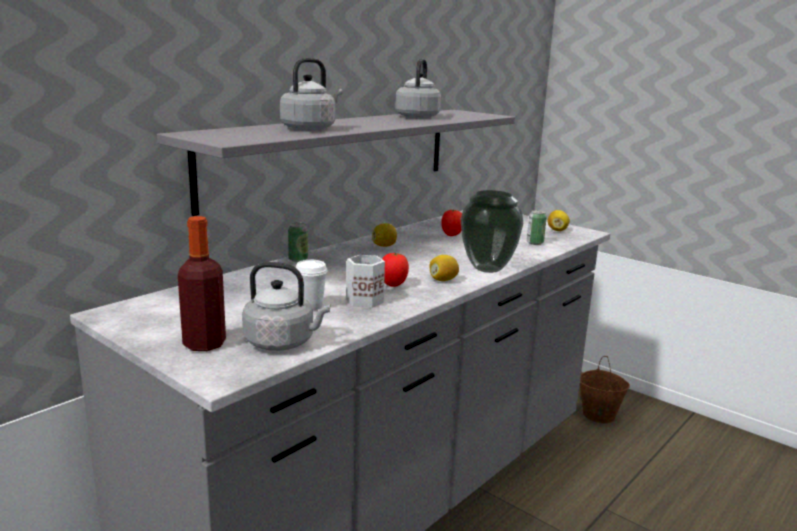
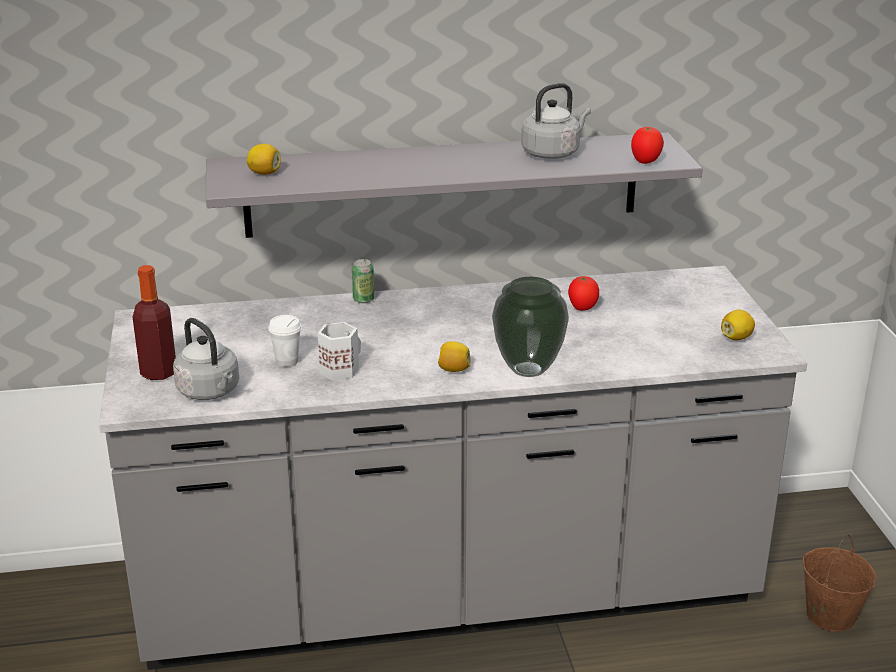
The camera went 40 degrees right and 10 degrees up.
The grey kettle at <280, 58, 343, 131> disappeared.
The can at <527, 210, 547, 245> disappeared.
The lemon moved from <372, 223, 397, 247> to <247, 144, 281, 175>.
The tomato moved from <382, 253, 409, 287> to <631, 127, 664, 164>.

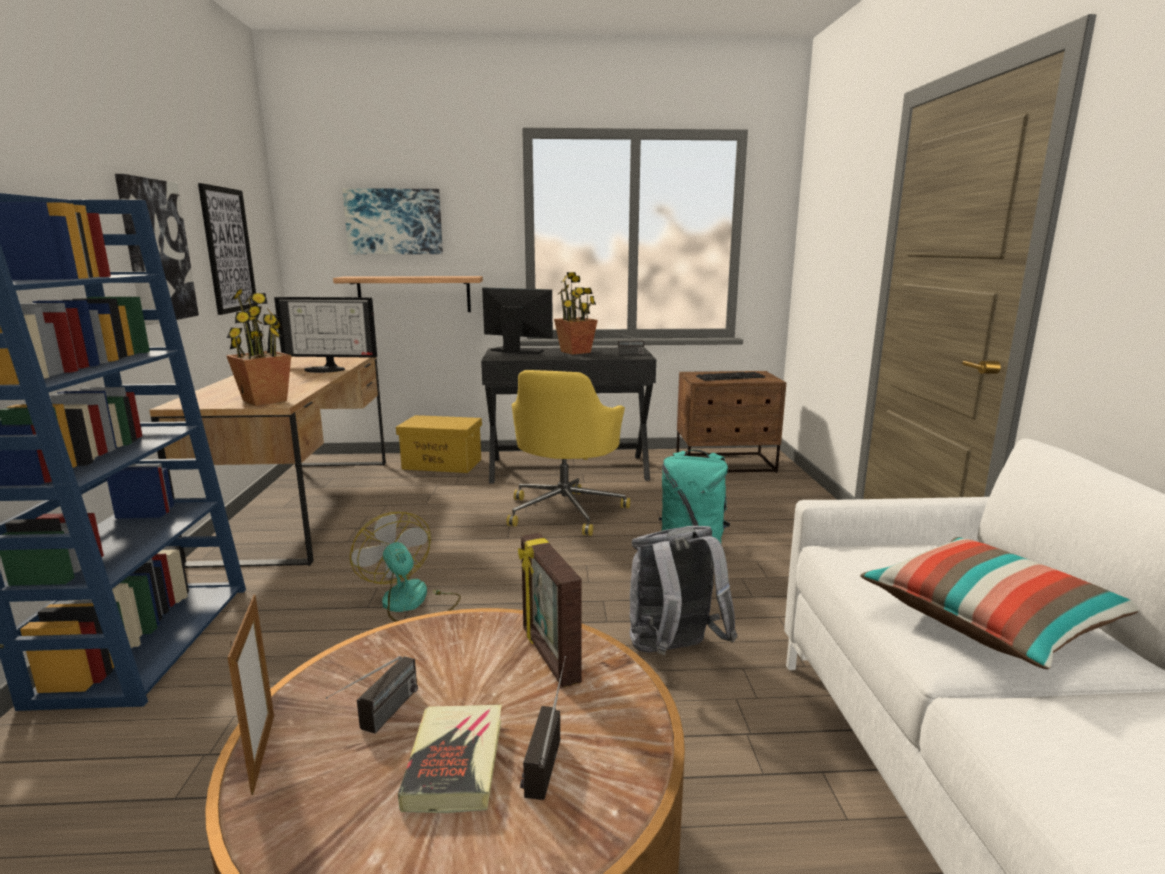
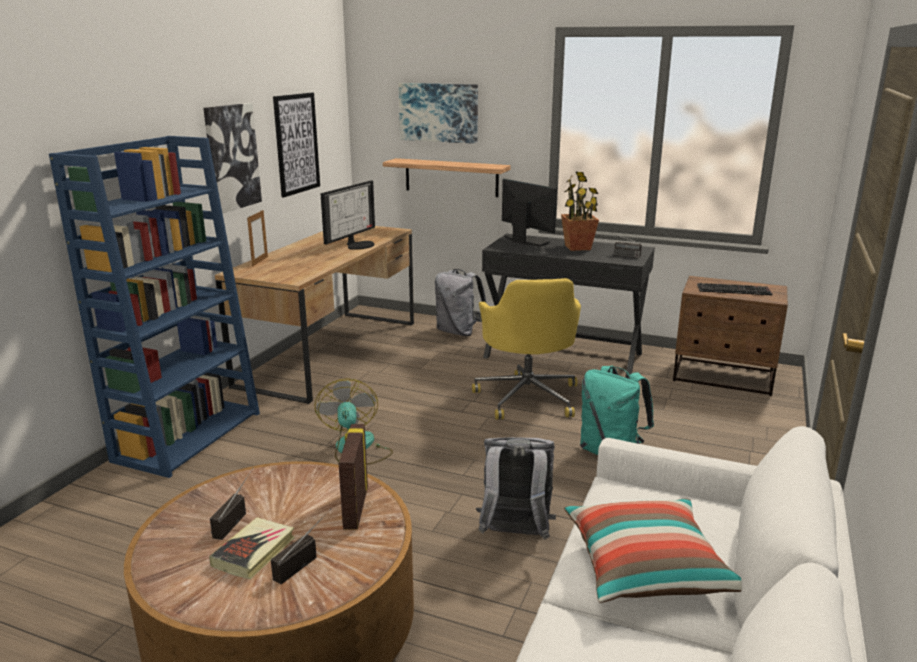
The camera went 25 degrees right and 5 degrees up.
The potted plant at <226, 289, 291, 406> disappeared.
The monitor at <274, 297, 377, 373> turned 90 degrees counterclockwise.
The yellow office chair at <506, 370, 630, 536> turned 45 degrees counterclockwise.
The yellow storage box at <396, 415, 482, 473> was replaced by the grey backpack at <435, 269, 486, 336>.
The picture frame moved from <227, 595, 274, 795> to <247, 209, 268, 267>.
The radio at <326, 656, 418, 734> turned 150 degrees clockwise.

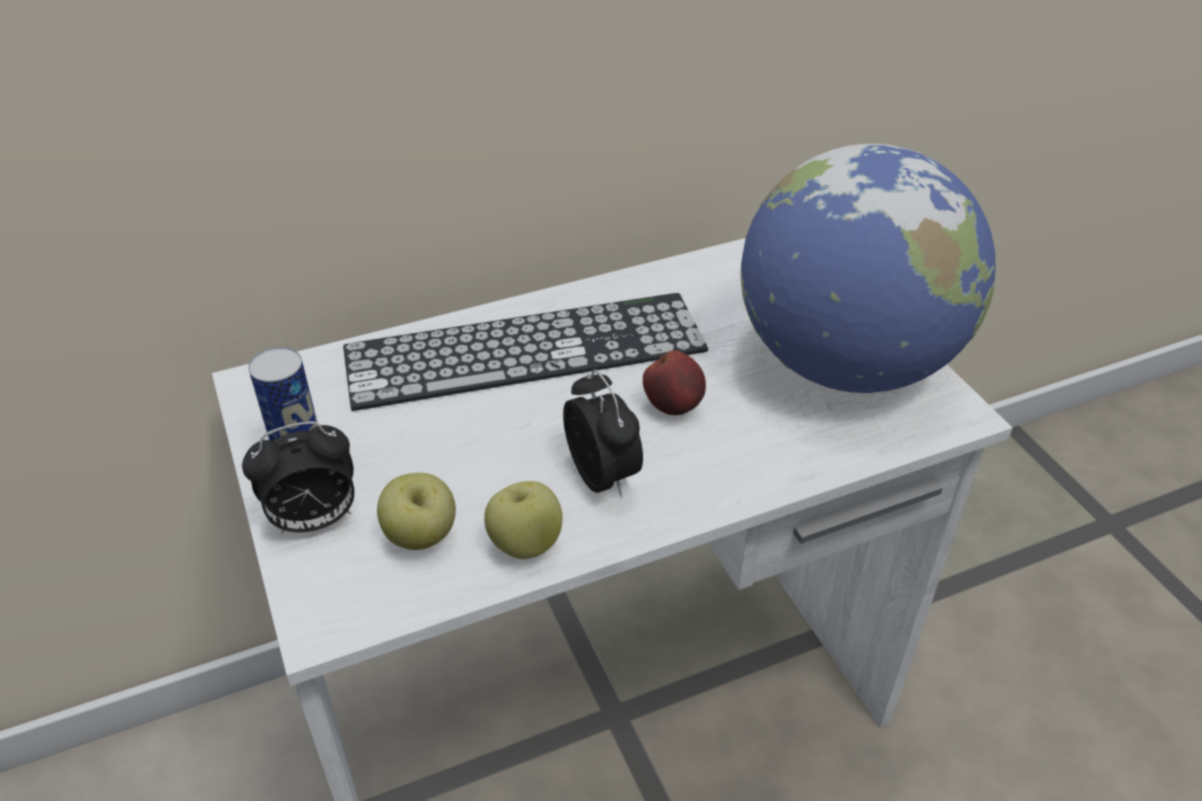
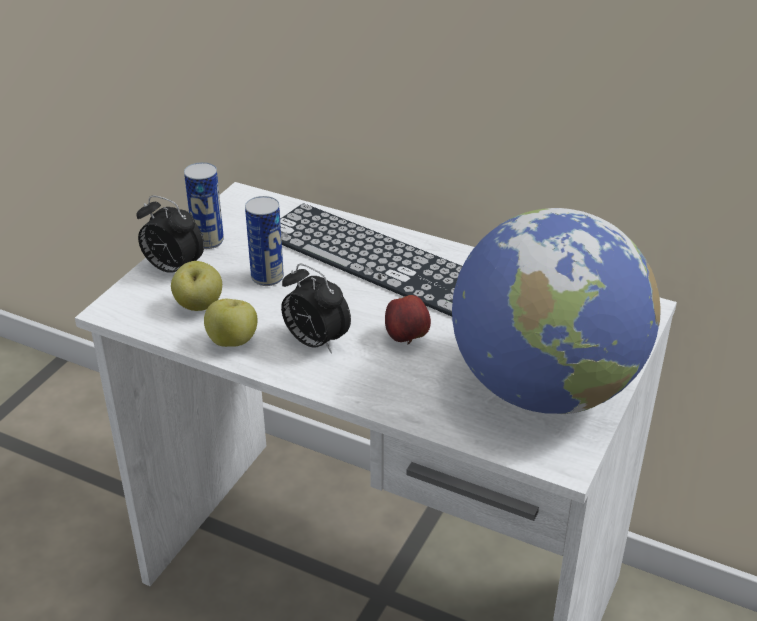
The camera went 50 degrees right and 5 degrees down.
The alarm clock at <563, 369, 643, 497> turned 105 degrees clockwise.
The can at <245, 196, 284, 286> appeared.

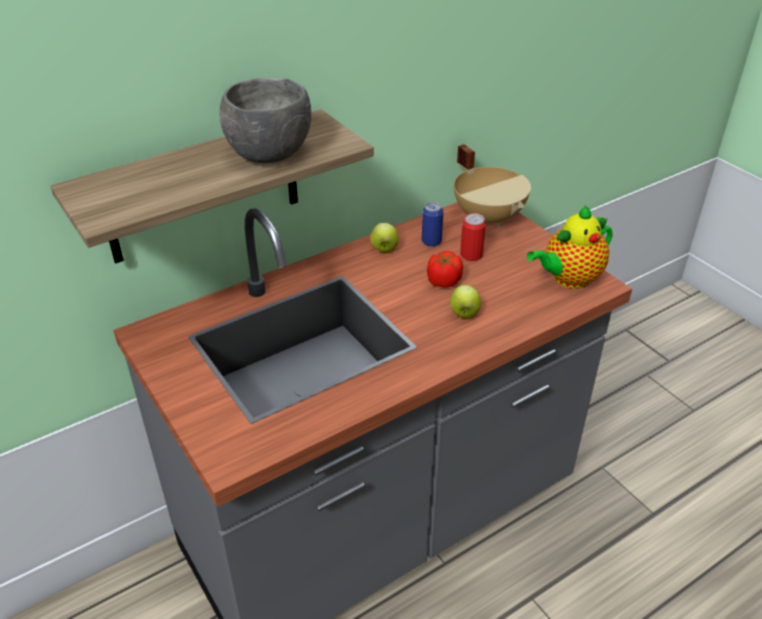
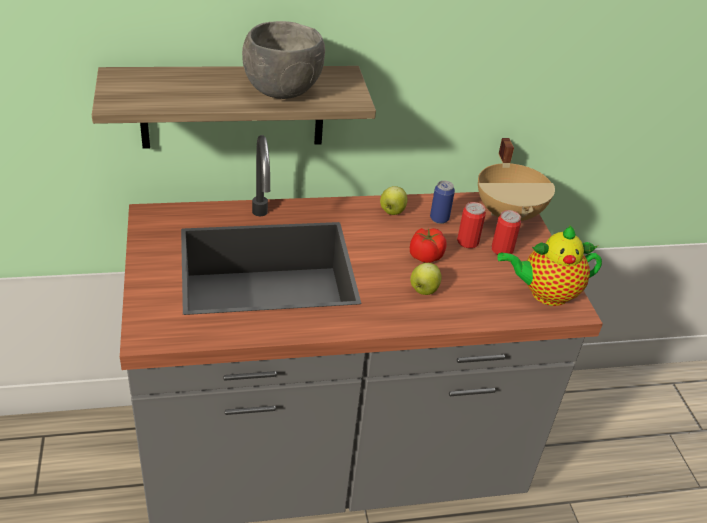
The camera went 20 degrees right and 0 degrees up.
The can at <491, 210, 521, 255> appeared.

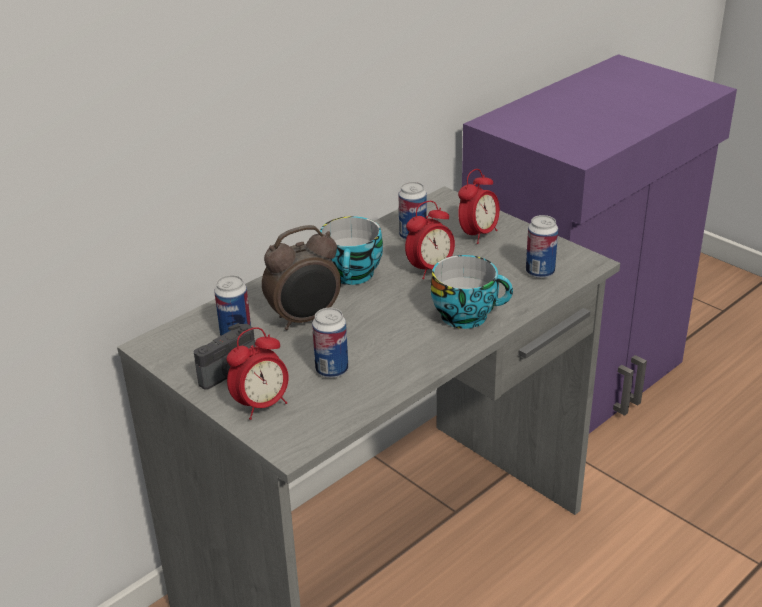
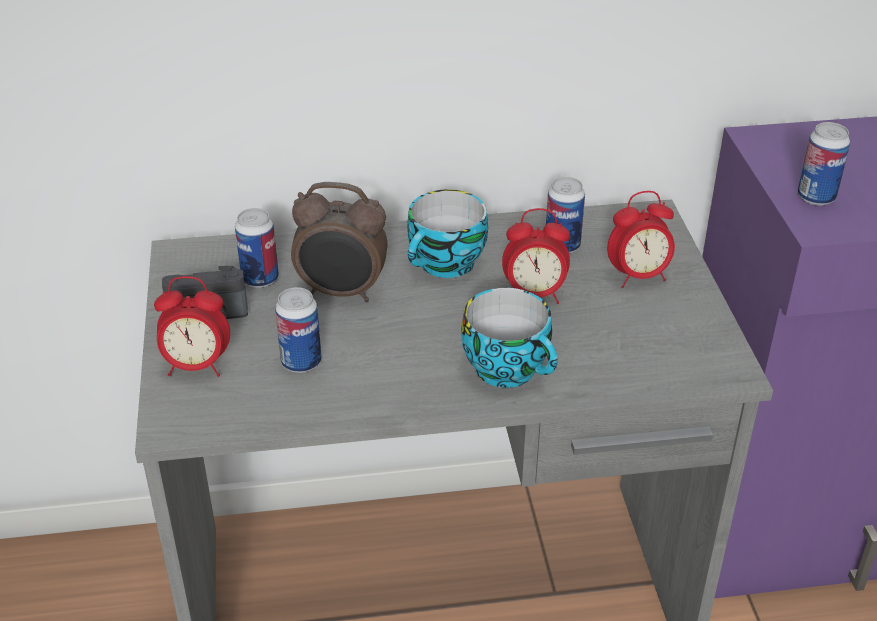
The camera went 35 degrees right and 5 degrees up.
The can moved from <526, 215, 558, 278> to <798, 122, 850, 206>.

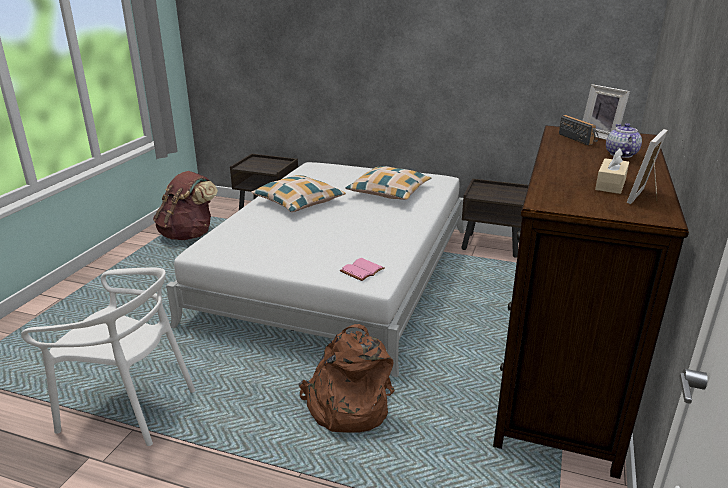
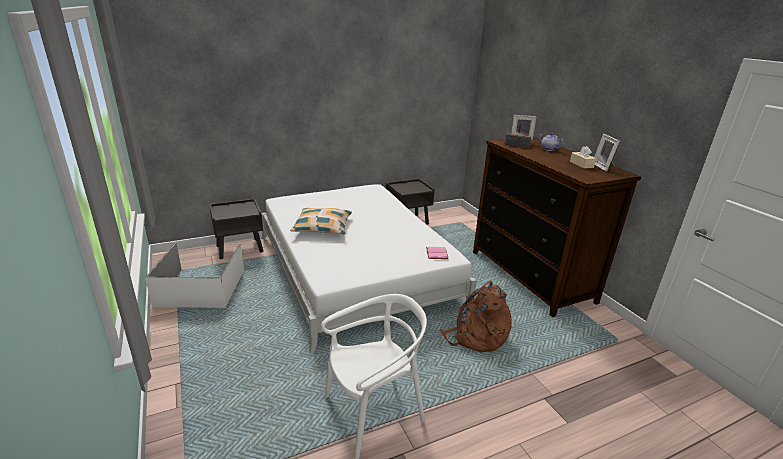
The camera went 45 degrees left and 0 degrees up.
The pillow at <345, 166, 431, 200> disappeared.
The brown backpack at <153, 171, 218, 240> was replaced by the white storage box at <145, 243, 244, 308>.

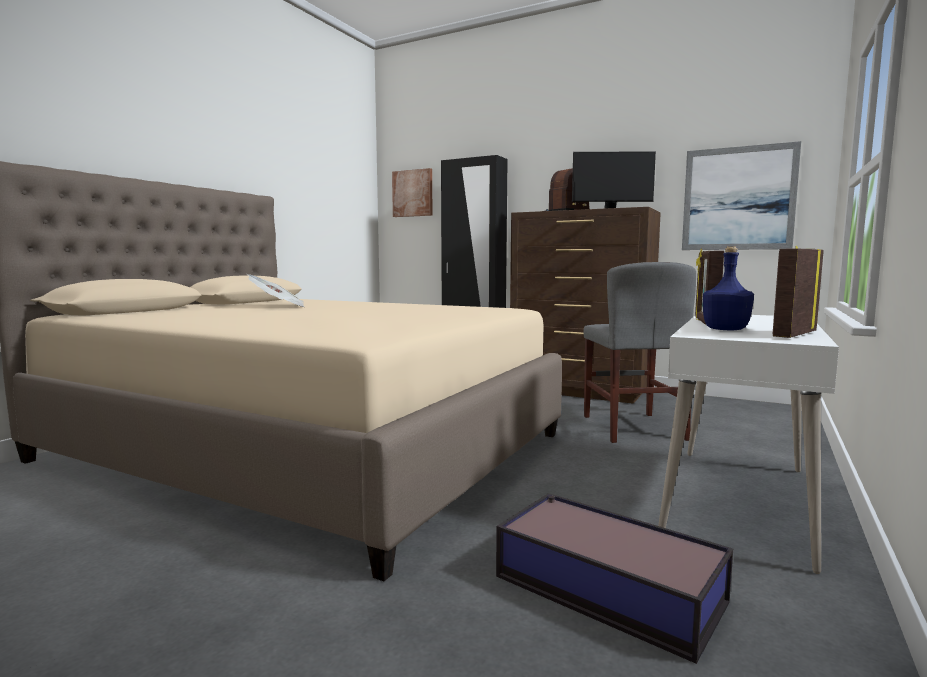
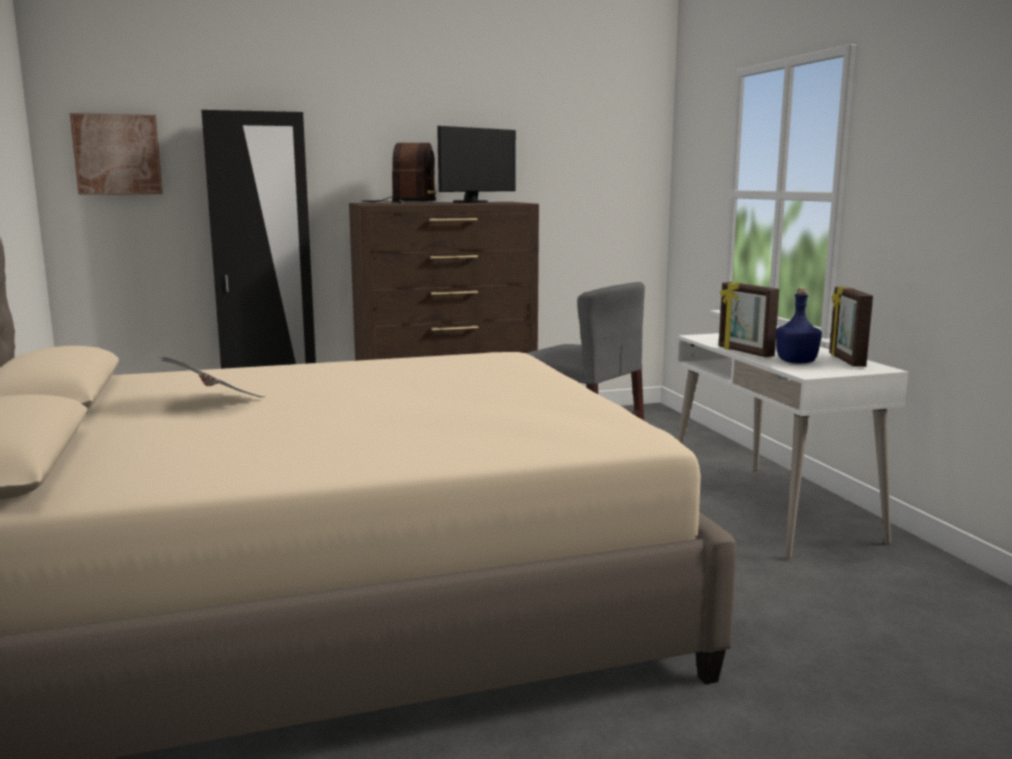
The camera went 45 degrees left and 5 degrees up.
The picture at <682, 141, 801, 250> disappeared.
The storage box at <496, 493, 733, 664> disappeared.

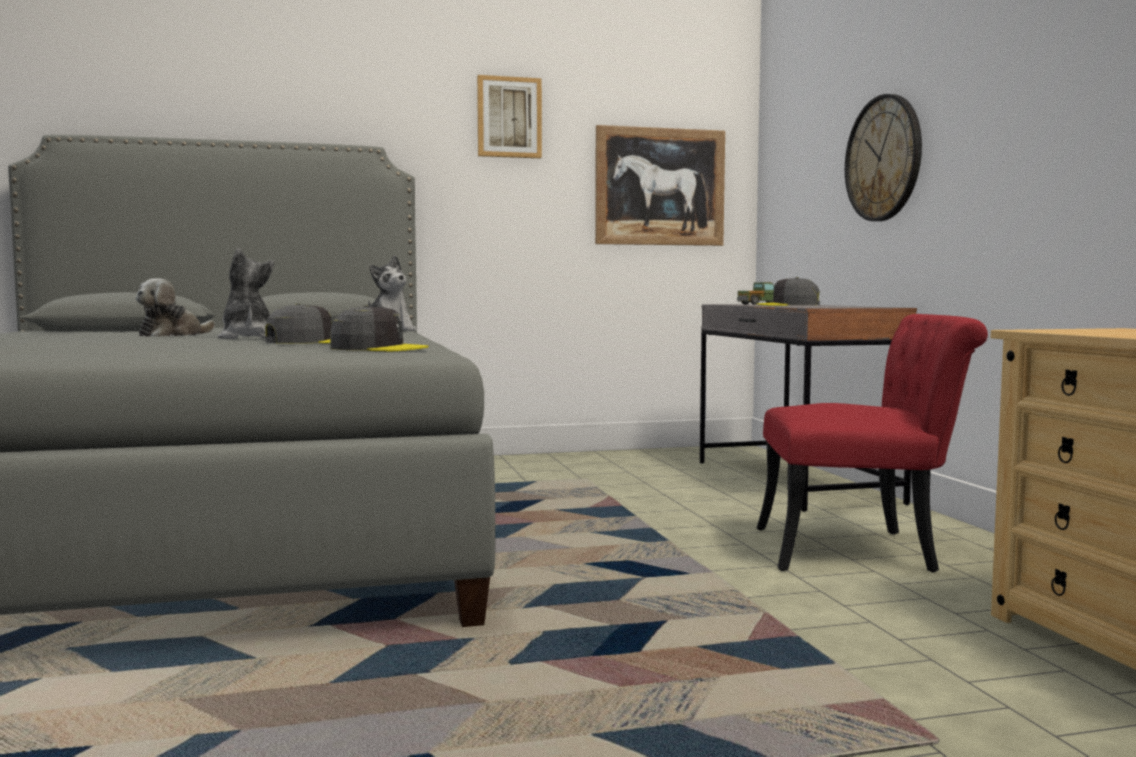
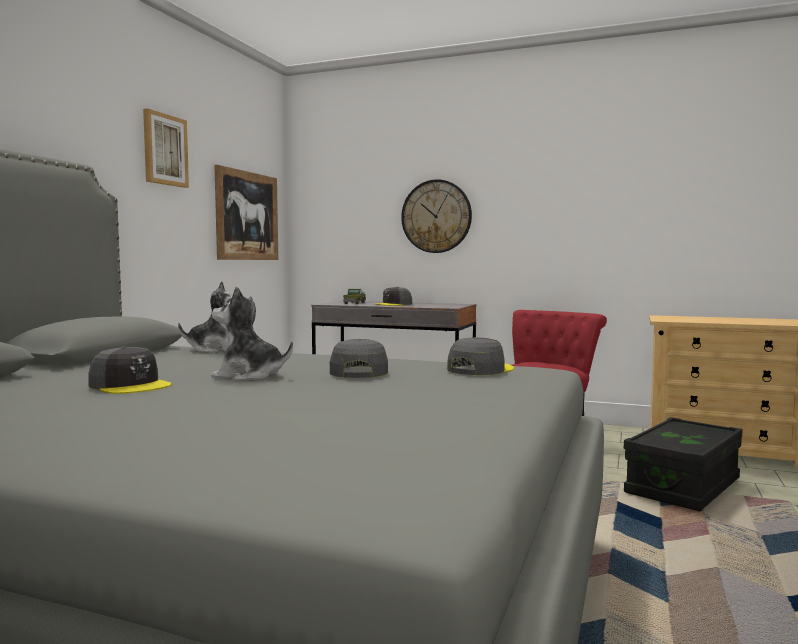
The camera went 55 degrees left and 0 degrees up.
The plush toy at <136, 278, 215, 337> was replaced by the grey cap at <88, 346, 172, 394>.
The black storage box at <624, 417, 743, 511> appeared.

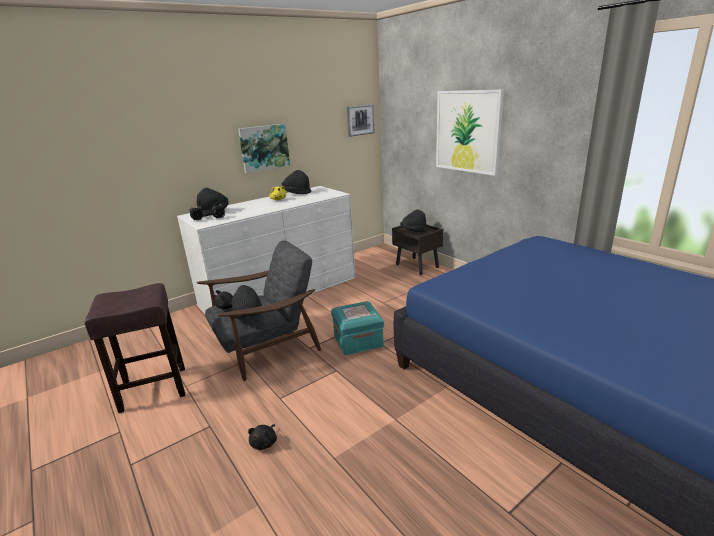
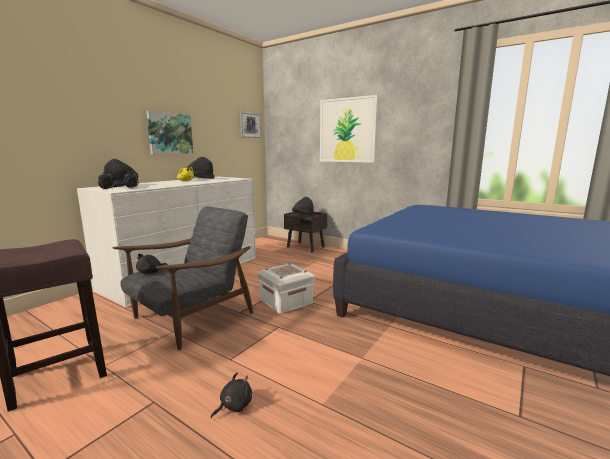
The camera went 20 degrees left and 10 degrees down.
The black hat at <232, 285, 262, 318> disappeared.
The turquoise storage box at <331, 301, 384, 355> became the white storage box at <258, 263, 315, 314>.
The black plush toy at <248, 424, 277, 450> turned 135 degrees counterclockwise.

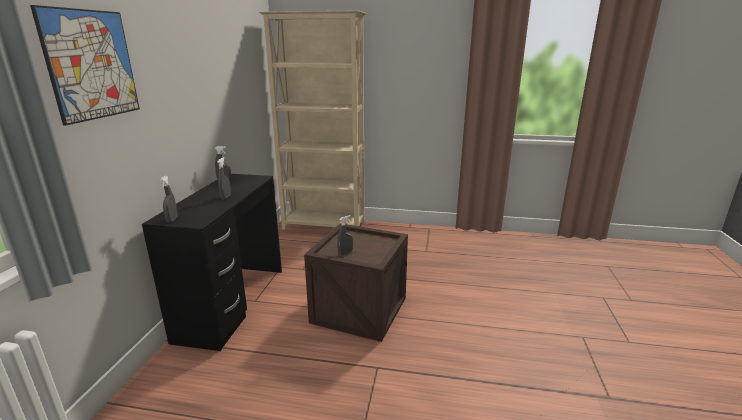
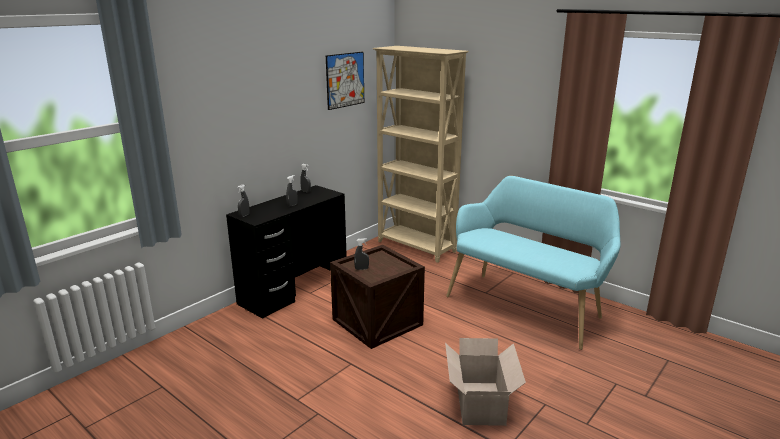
The camera went 30 degrees right and 0 degrees up.
The picture moved from <30, 5, 140, 126> to <326, 52, 364, 110>.
The turquoise bench at <446, 176, 621, 350> appeared.
The cardboard box at <445, 338, 526, 426> appeared.

